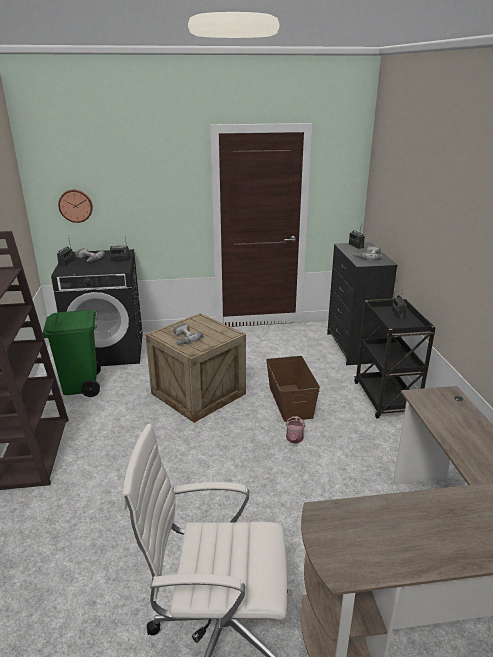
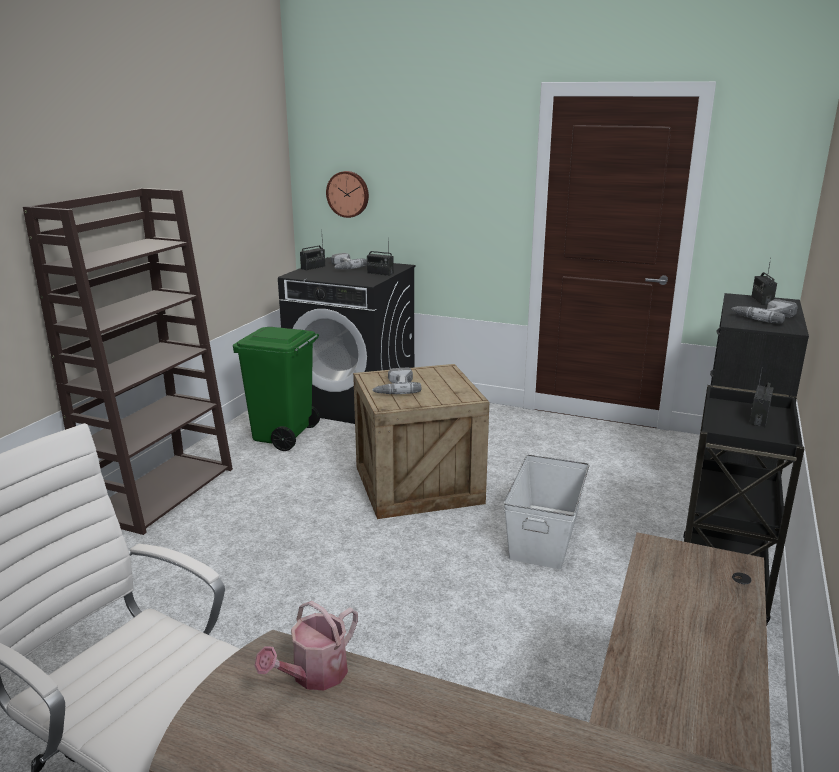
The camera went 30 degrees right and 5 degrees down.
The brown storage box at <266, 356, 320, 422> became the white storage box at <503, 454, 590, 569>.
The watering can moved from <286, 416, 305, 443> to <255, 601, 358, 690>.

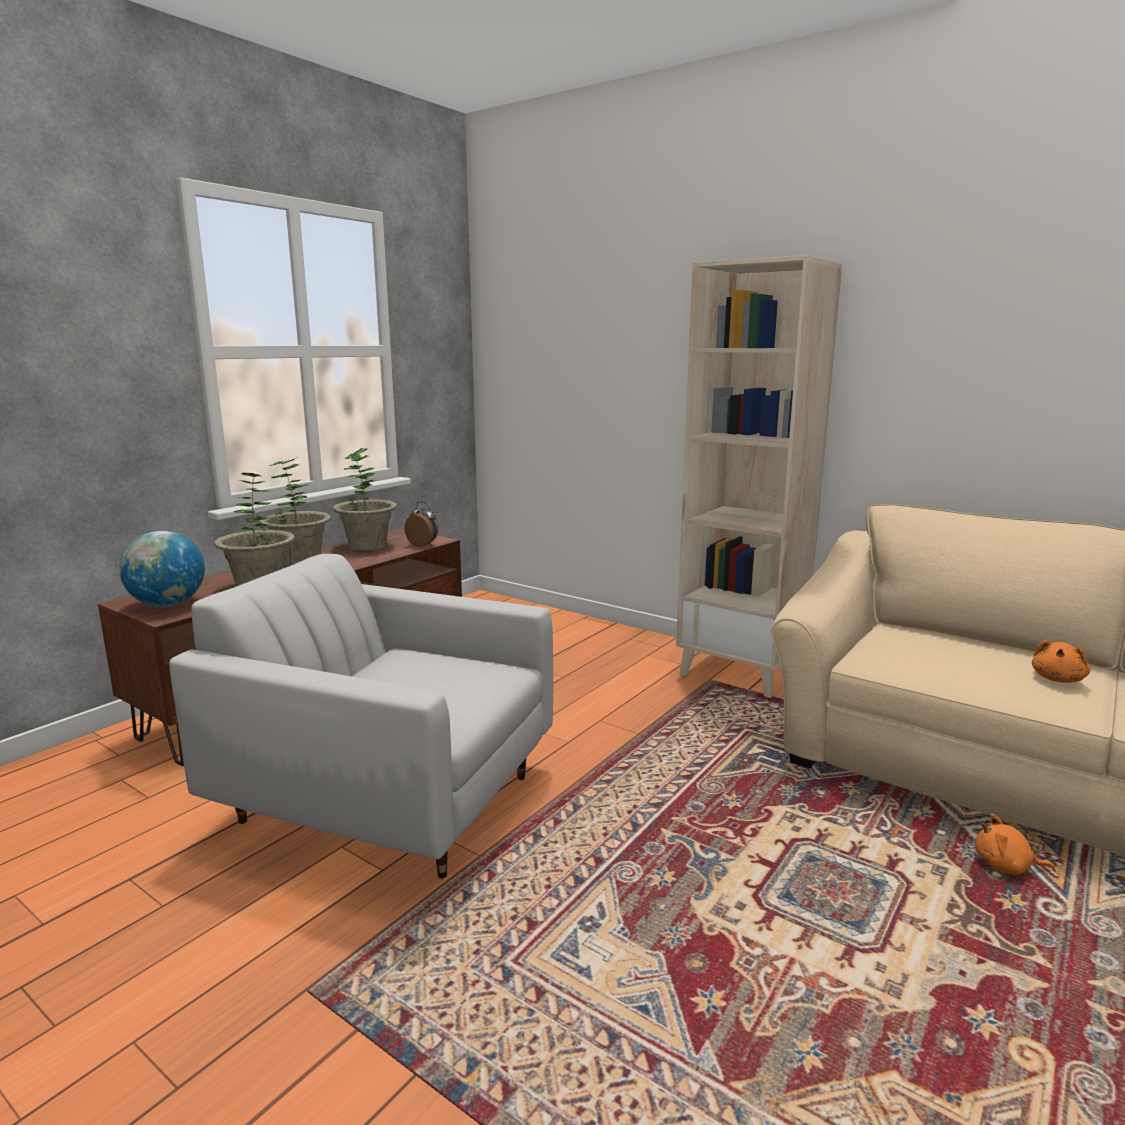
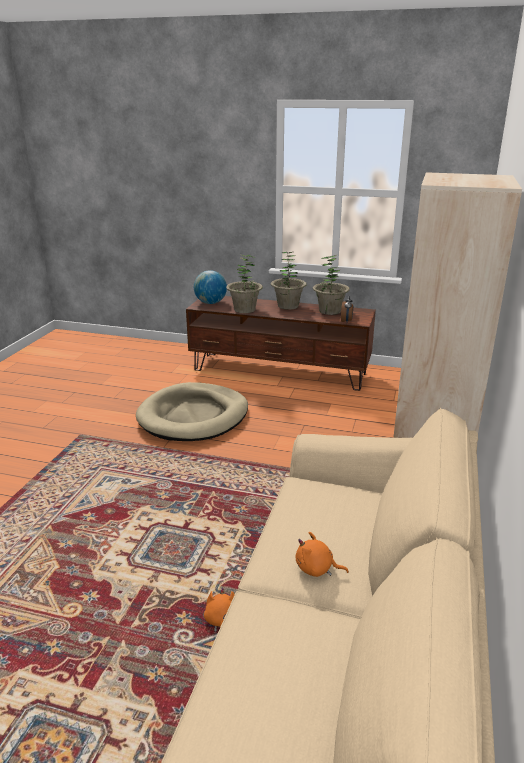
The camera went 70 degrees right and 10 degrees up.
The white armchair at <169, 554, 553, 879> was replaced by the beige dog bed at <136, 382, 248, 441>.

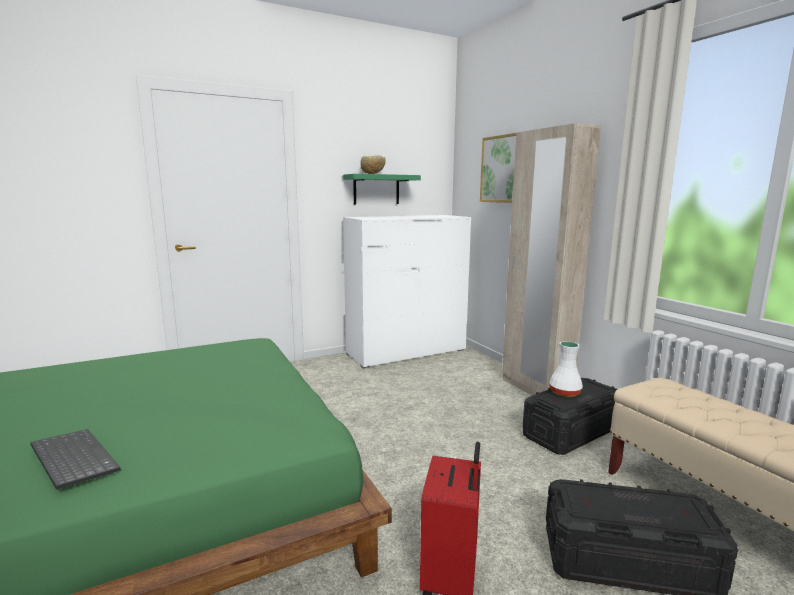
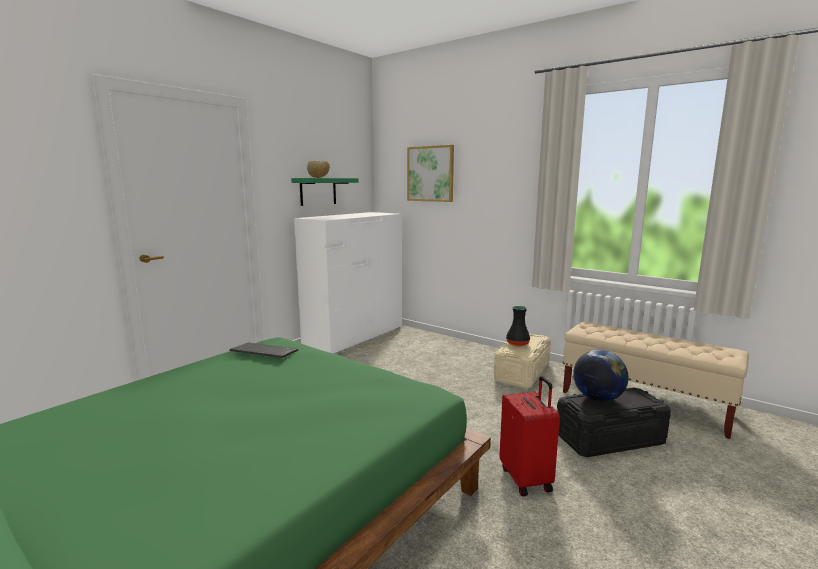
The camera went 25 degrees left and 0 degrees up.
The beige wardrobe at <502, 123, 601, 395> disappeared.
The white vase at <549, 341, 583, 397> became the black vase at <506, 306, 530, 347>.
The black storage box at <523, 378, 617, 455> became the beige storage box at <494, 334, 551, 388>.
The keyboard moved from <31, 429, 120, 490> to <229, 343, 298, 358>.
The globe at <573, 350, 628, 402> appeared.

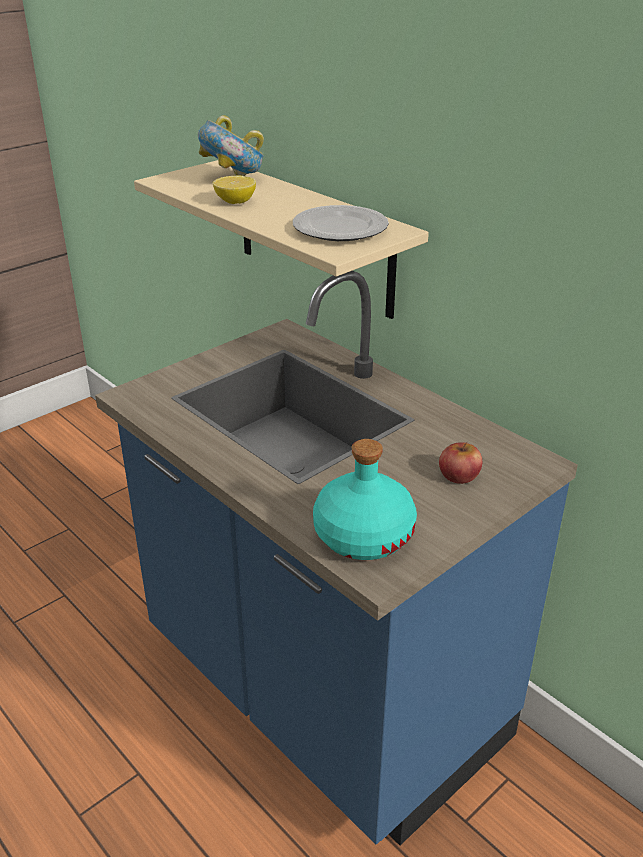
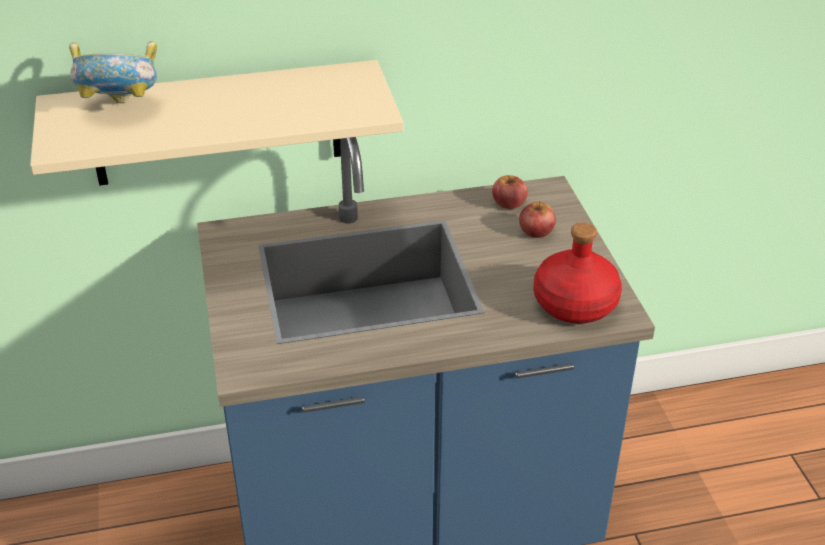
The camera went 60 degrees left and 5 degrees up.
The lemon at <213, 176, 256, 204> disappeared.
The plate at <293, 205, 389, 241> disappeared.
The turquoise bottle at <313, 439, 417, 560> became the red bottle at <533, 223, 622, 323>.
The apple at <492, 175, 528, 209> appeared.

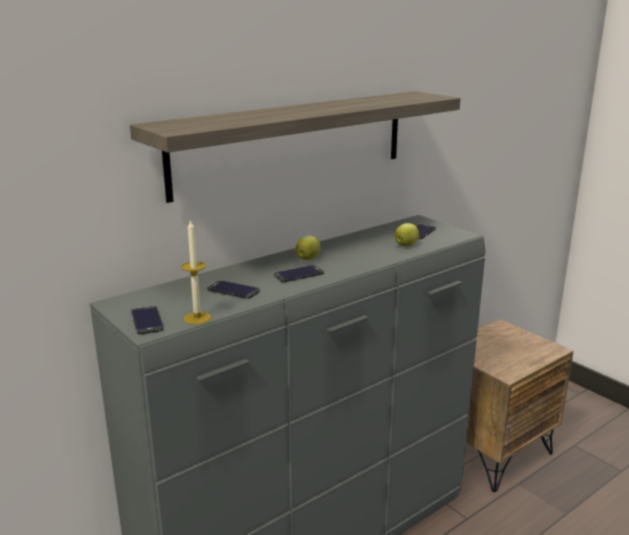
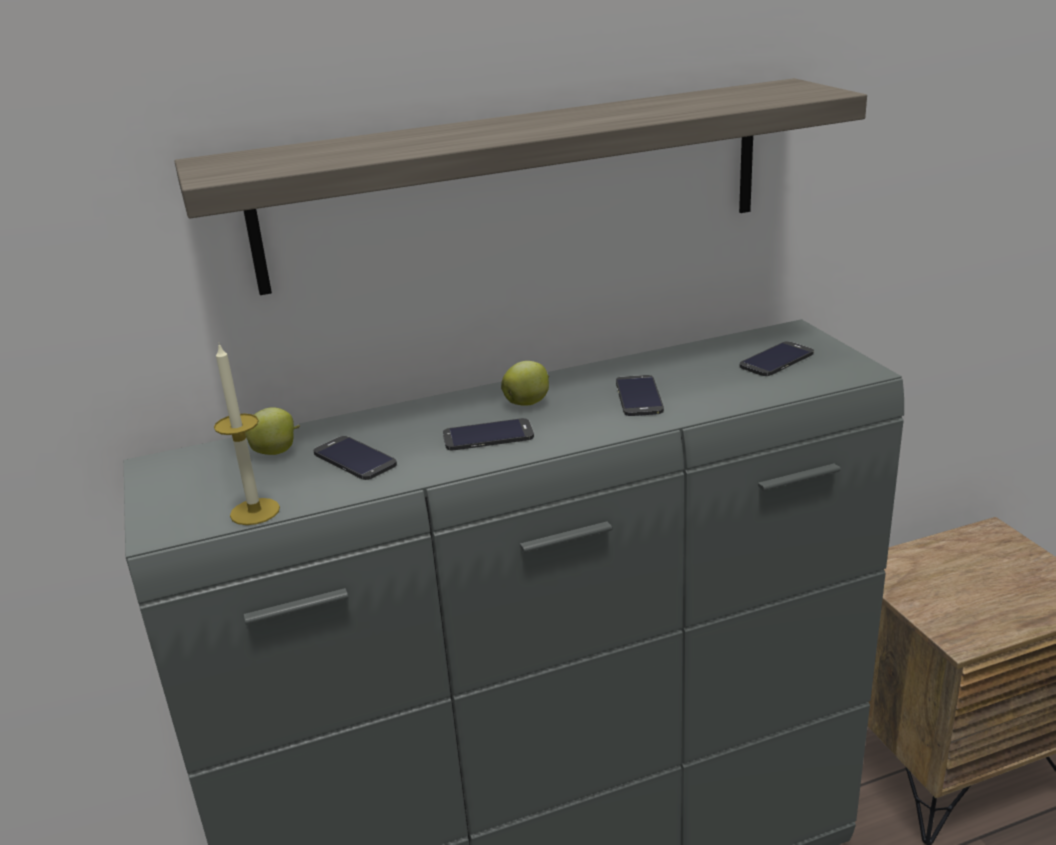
The camera went 20 degrees right and 5 degrees up.
The apple moved from <394, 223, 419, 246> to <245, 407, 300, 455>.
The phone moved from <131, 306, 164, 334> to <616, 375, 664, 416>.

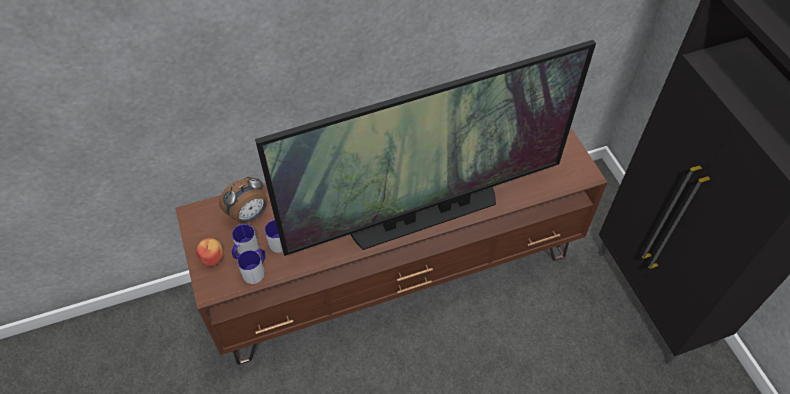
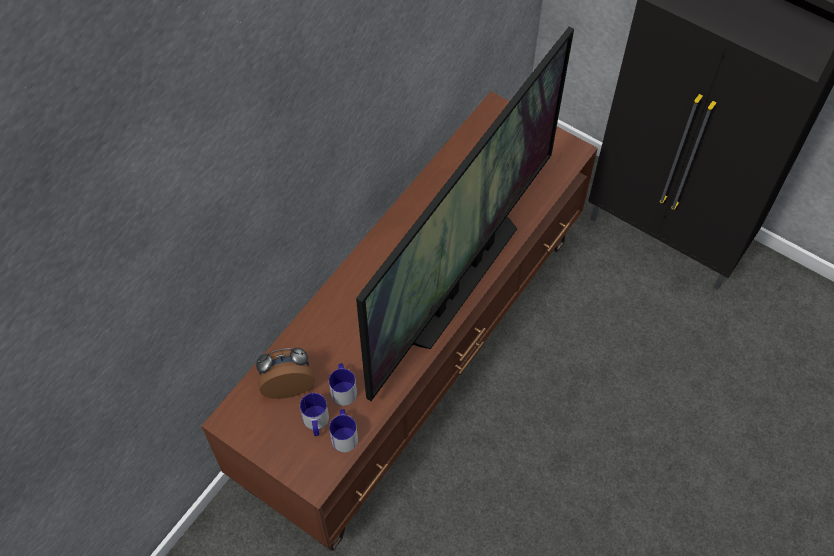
The camera went 35 degrees left and 5 degrees up.
The alarm clock at <219, 177, 267, 223> turned 120 degrees counterclockwise.
The apple at <196, 238, 223, 267> disappeared.

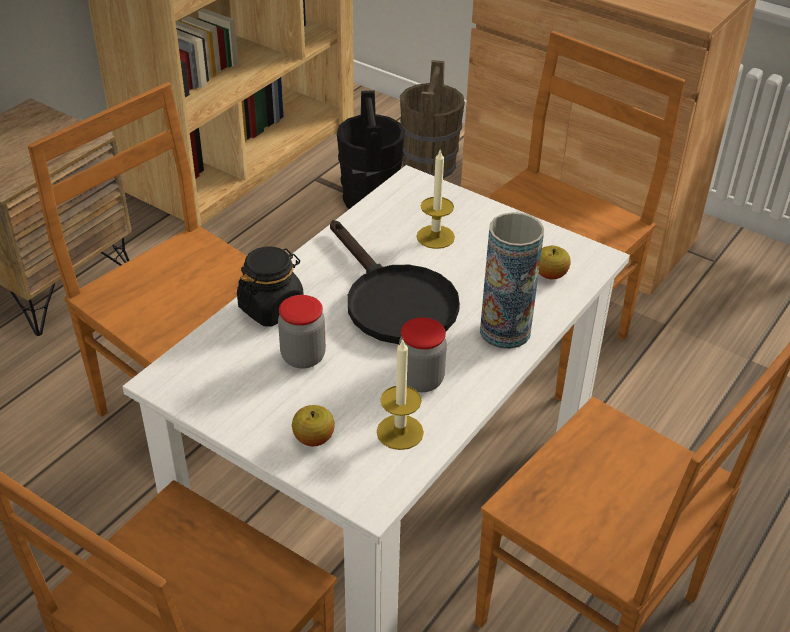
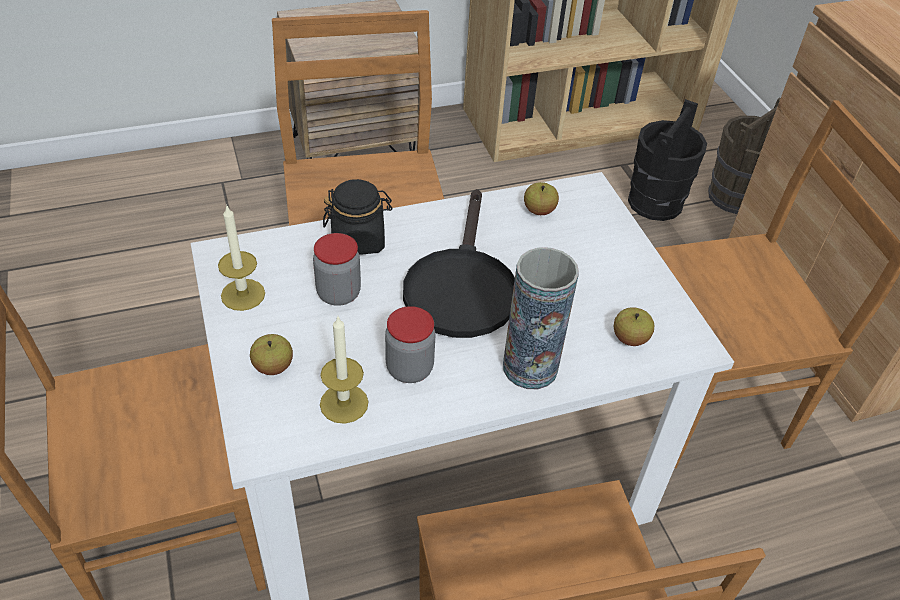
The camera went 35 degrees right and 5 degrees up.
The candle moved from <417, 150, 455, 249> to <218, 206, 265, 311>.
The apple at <524, 182, 559, 215> appeared.

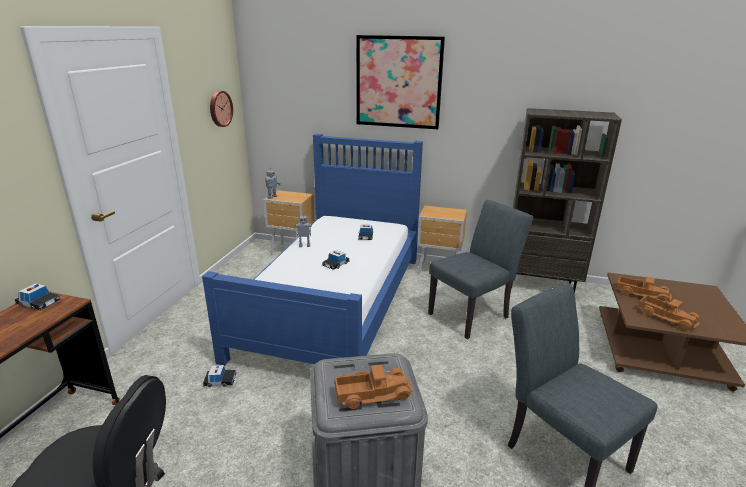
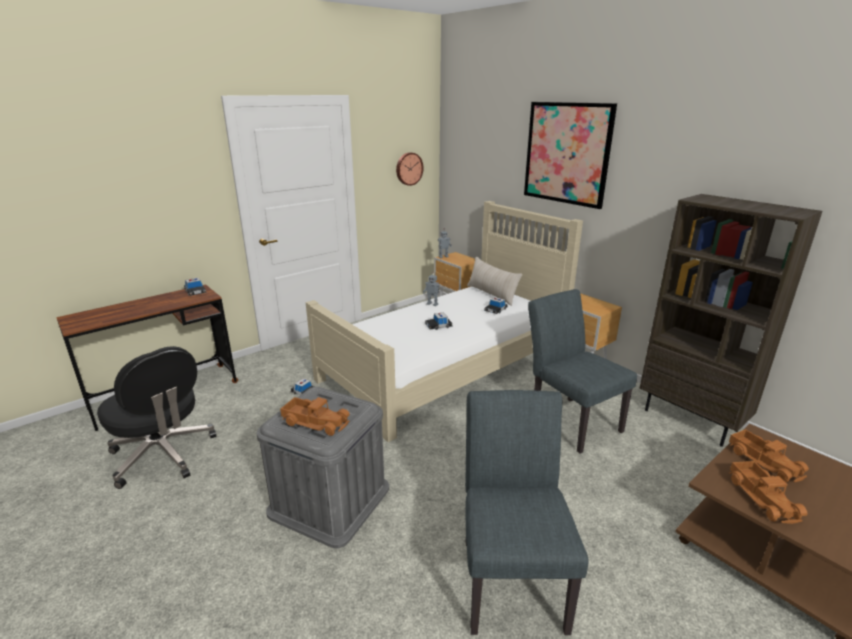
The camera went 35 degrees right and 0 degrees up.
The blue bed at <202, 134, 423, 366> became the beige bed at <305, 201, 583, 442>.
The grey chair at <428, 200, 533, 339> turned 120 degrees counterclockwise.
The beige pillow at <467, 257, 523, 306> appeared.

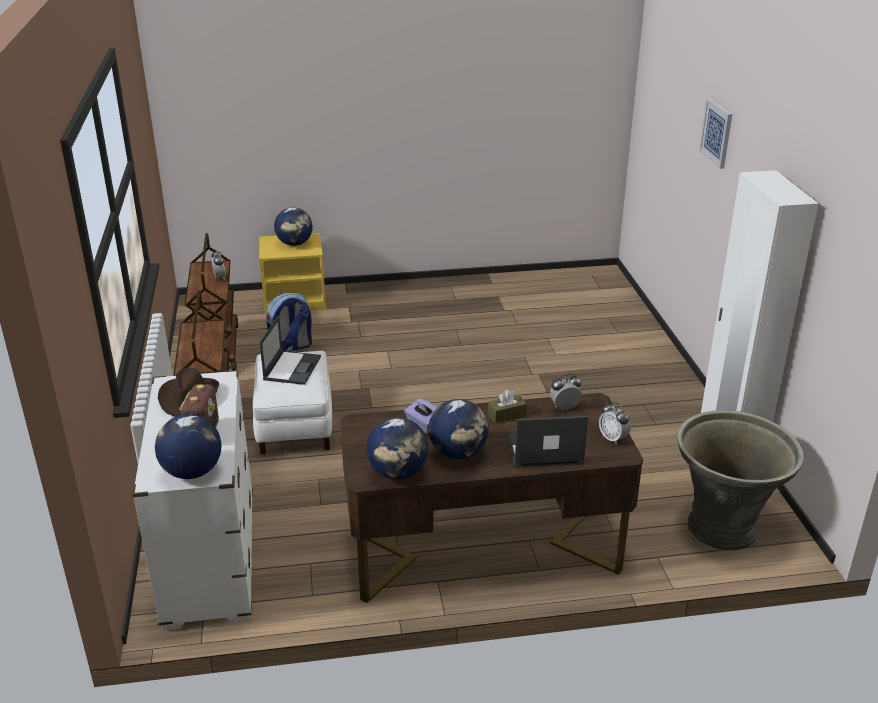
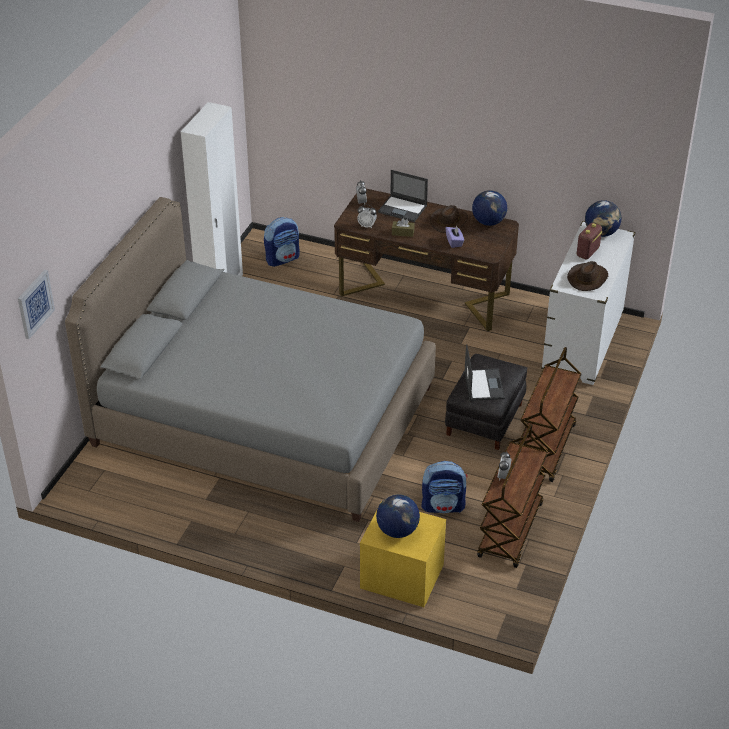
The camera went 150 degrees left and 10 degrees up.
The picture moved from <699, 98, 732, 169> to <18, 270, 55, 339>.
The laptop at <260, 315, 321, 385> turned 135 degrees clockwise.
The white ottoman at <253, 351, 332, 455> became the black ottoman at <445, 354, 527, 450>.
The globe at <428, 399, 489, 459> was replaced by the brown hat at <430, 205, 468, 233>.
The grey planter at <677, 410, 804, 550> was replaced by the backpack at <264, 217, 300, 267>.
The grey bed at <65, 197, 436, 522> appeared.

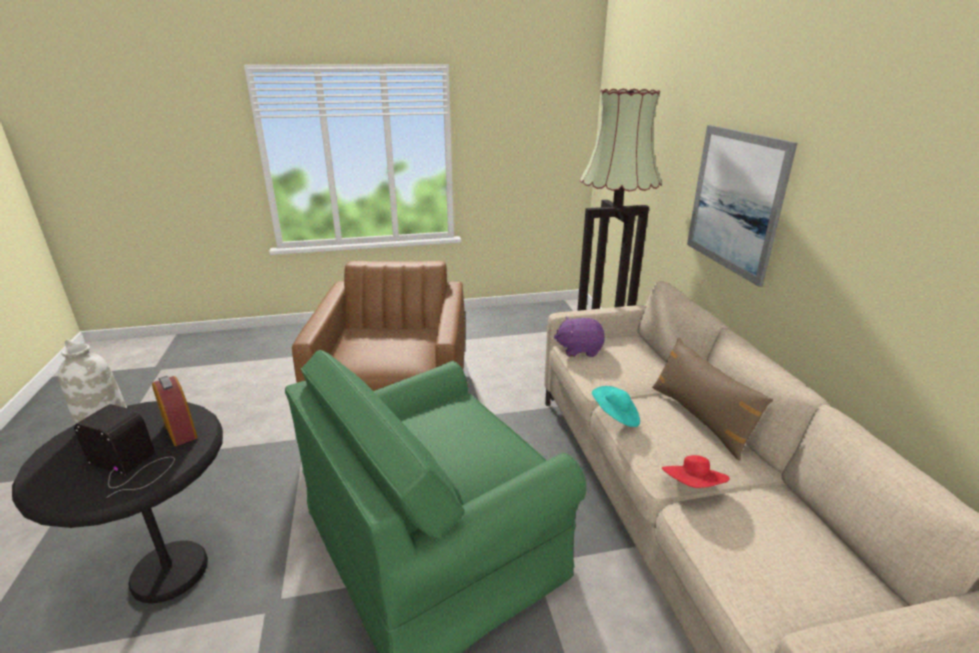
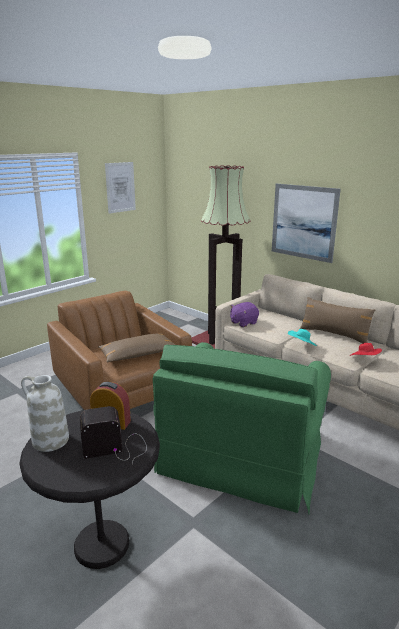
The camera went 35 degrees left and 5 degrees down.
The picture at <105, 162, 136, 214> appeared.
The brown pillow at <98, 333, 175, 362> appeared.

